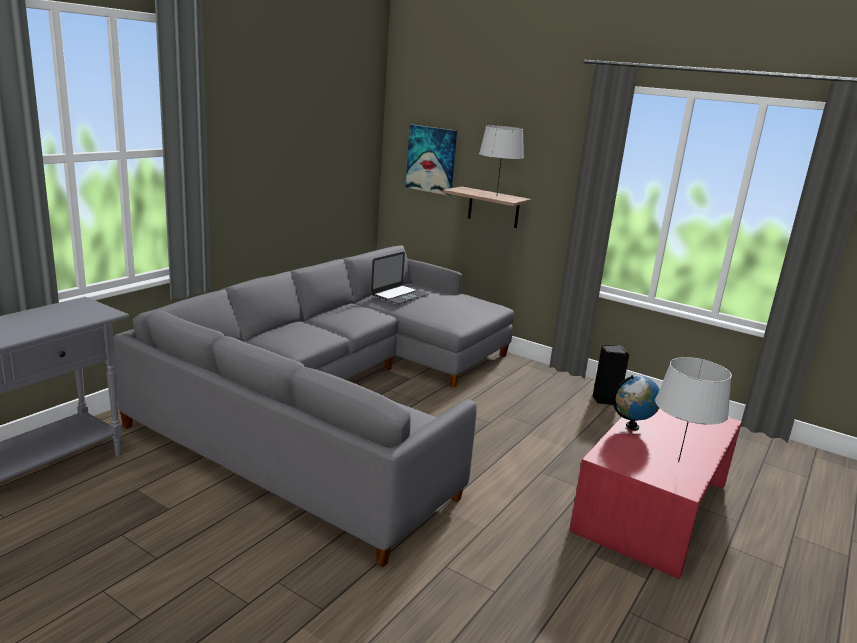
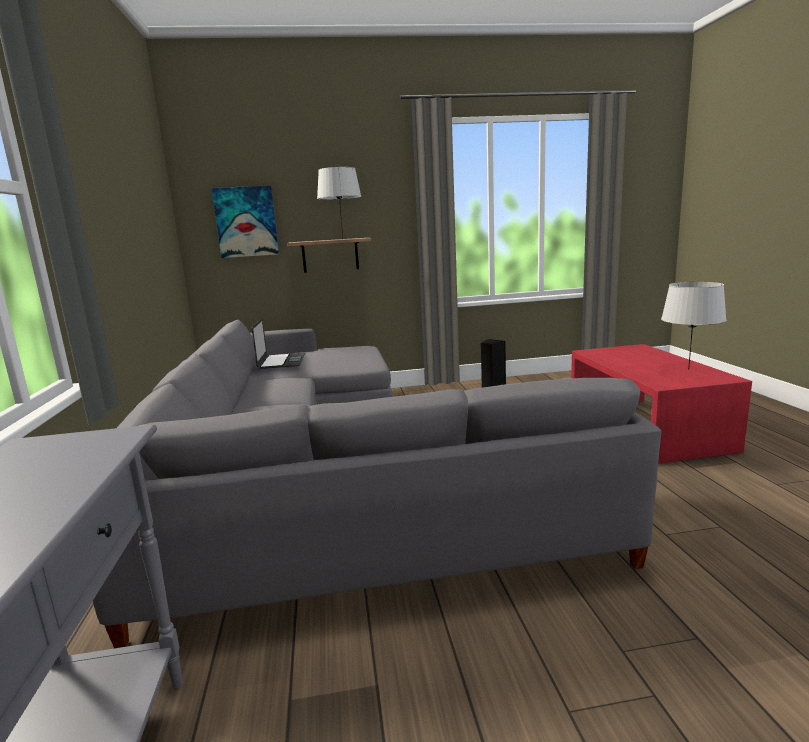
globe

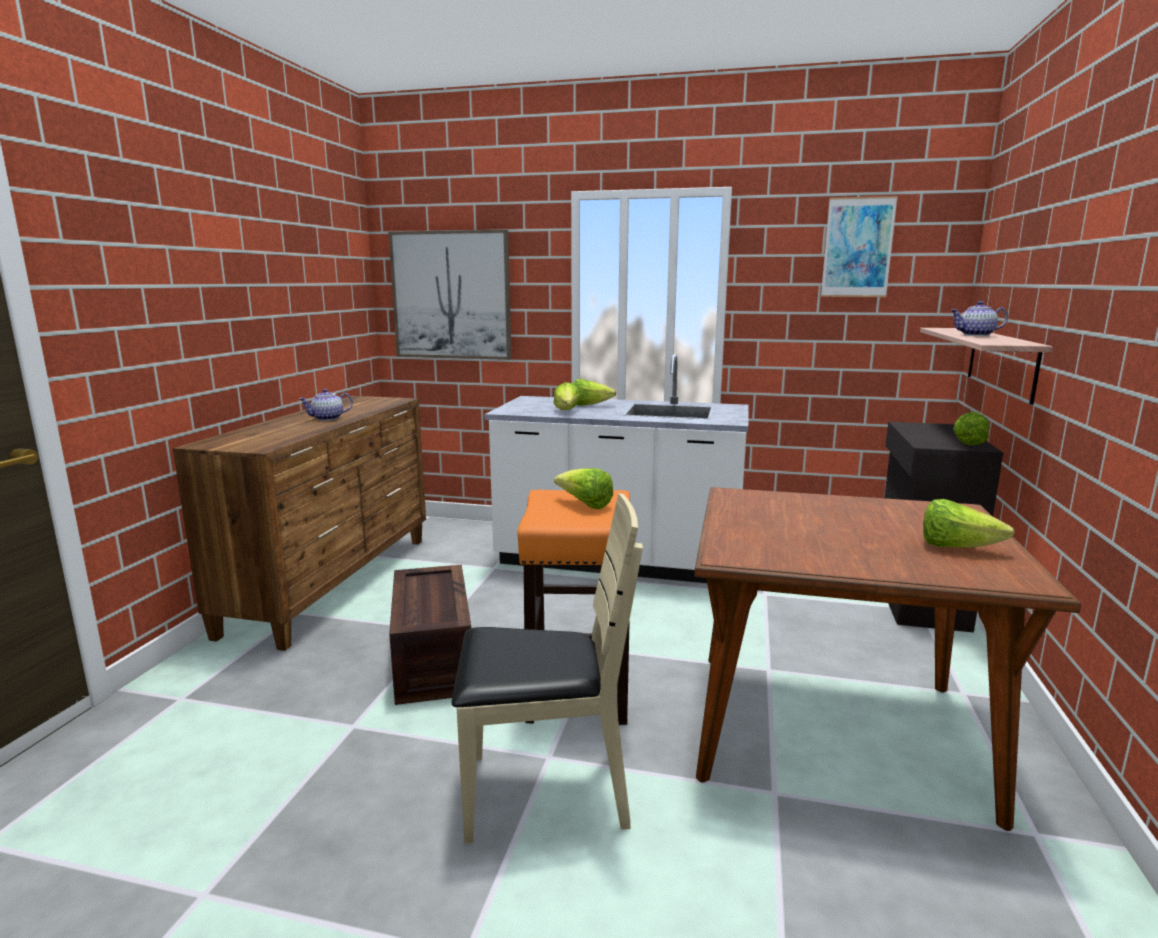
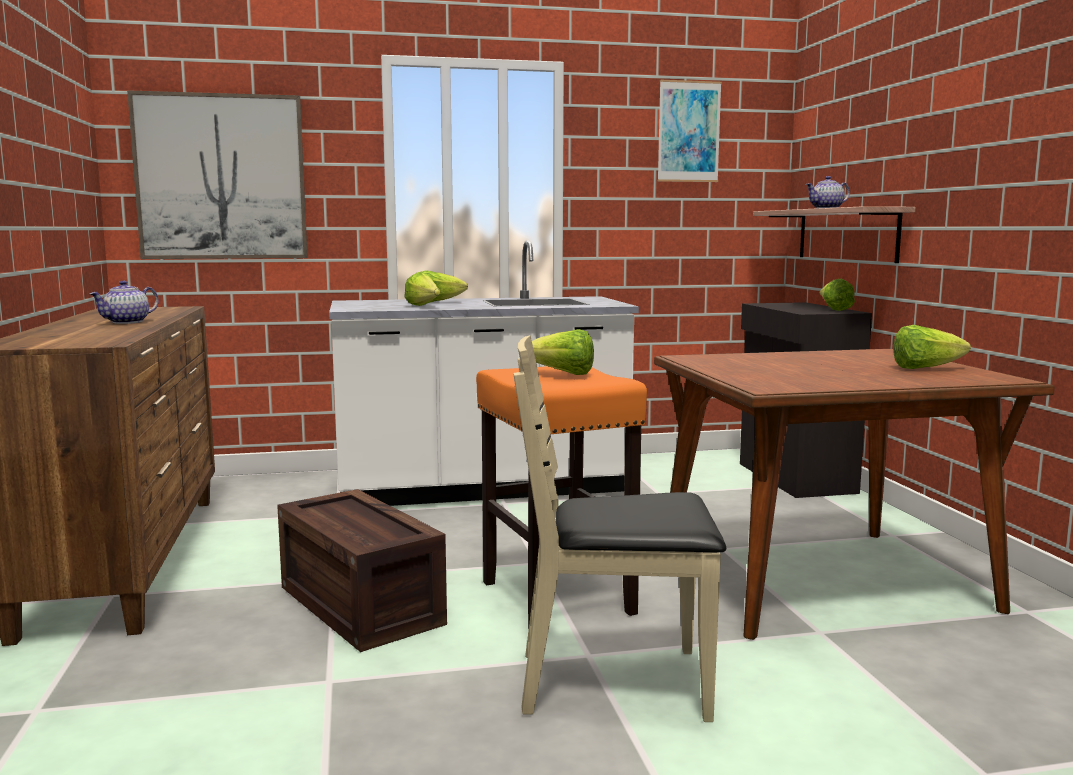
beige chair

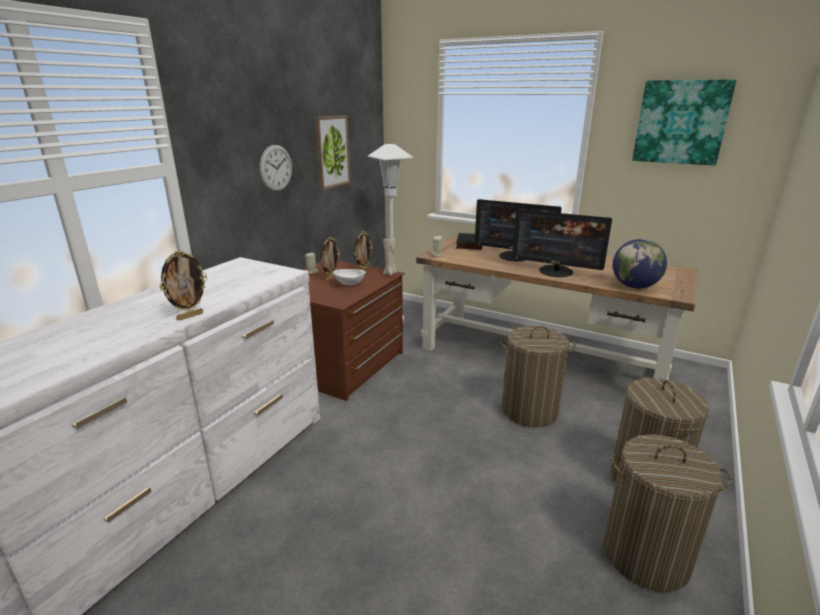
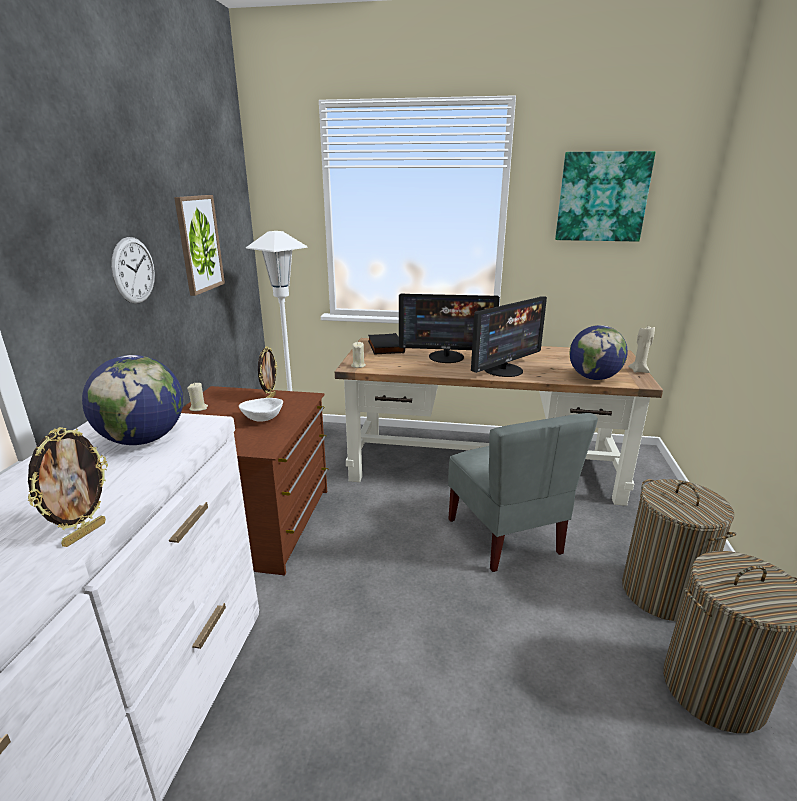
picture frame (no. 2 from left in the first image)
beige candle (no. 3 from left)
grey chair
monitor (no. 2 from left)
globe (no. 1 from left)

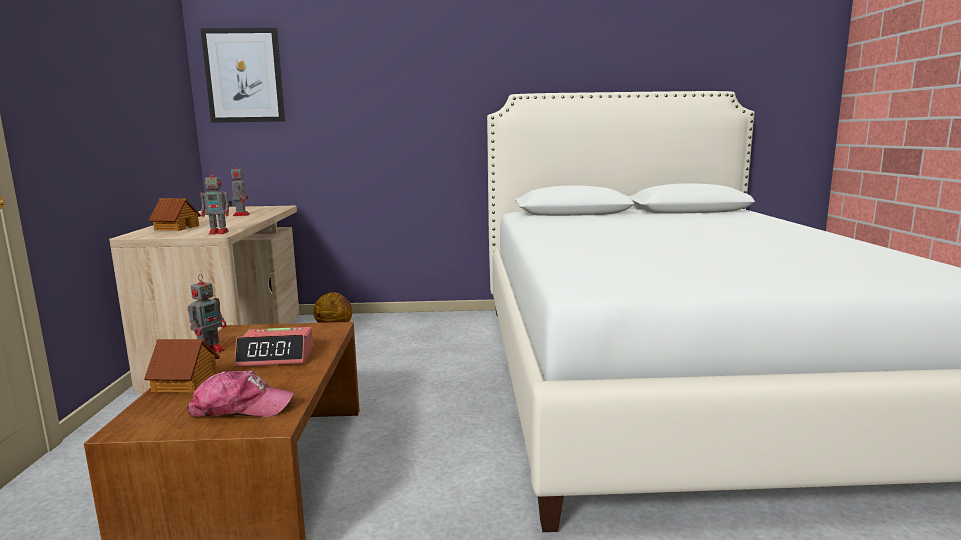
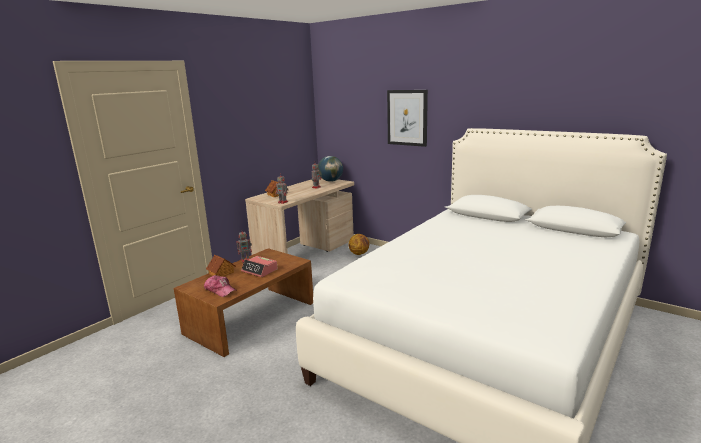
picture
globe

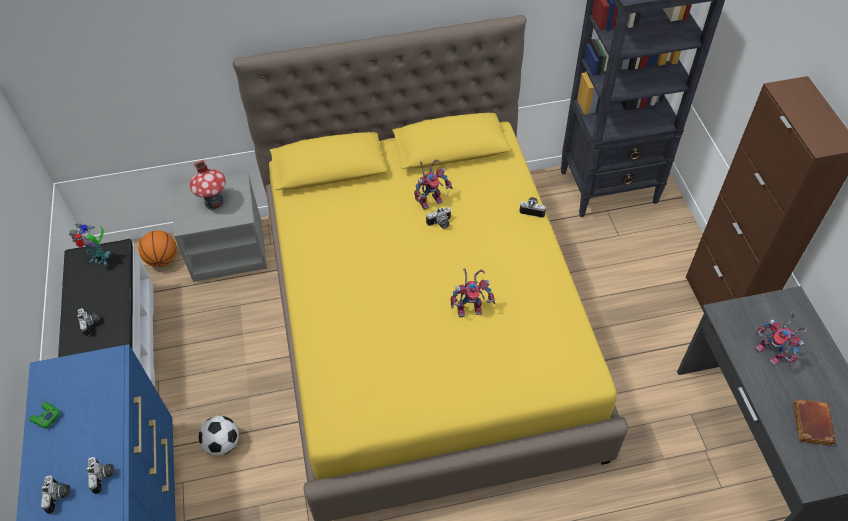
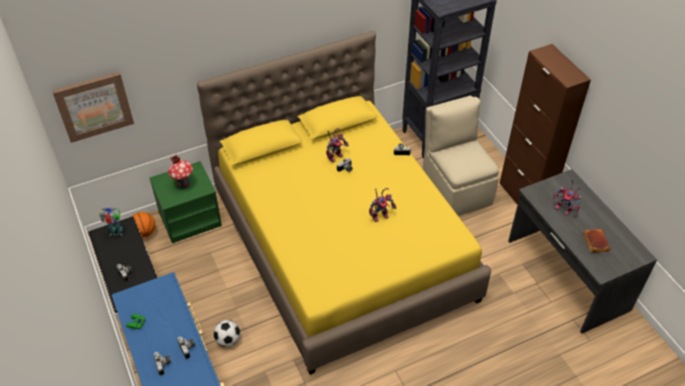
green nightstand
picture
beige chair

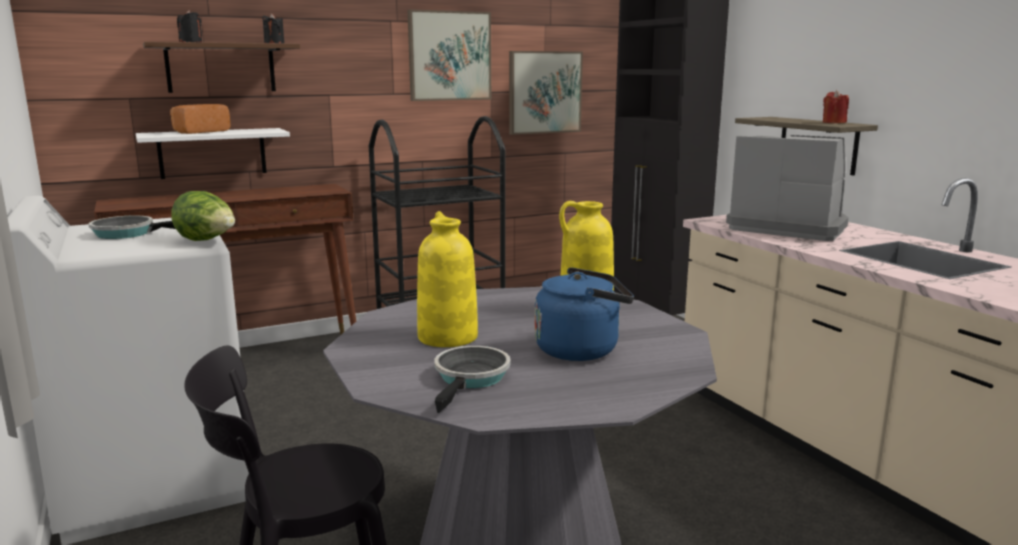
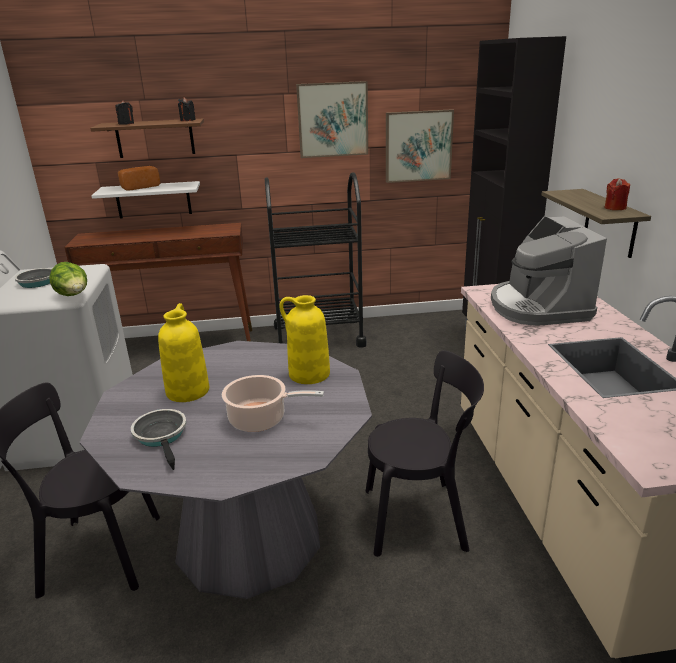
frying pan (no. 2 from left)
cooking pot
coffee machine
black chair (no. 2 from left)

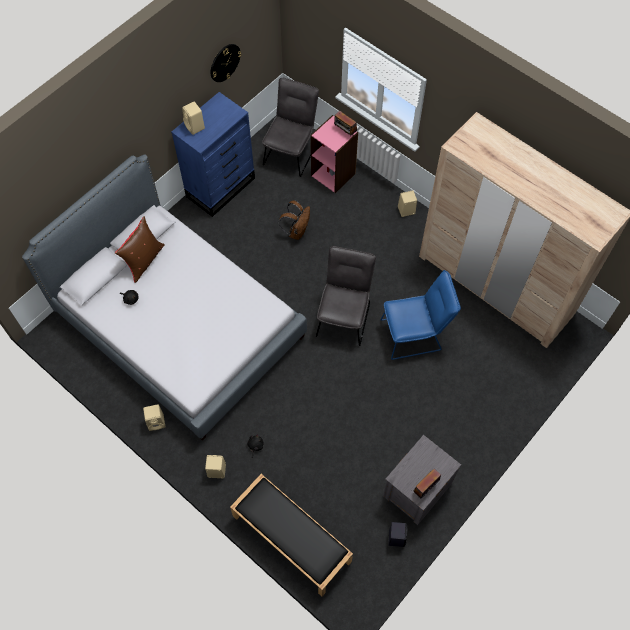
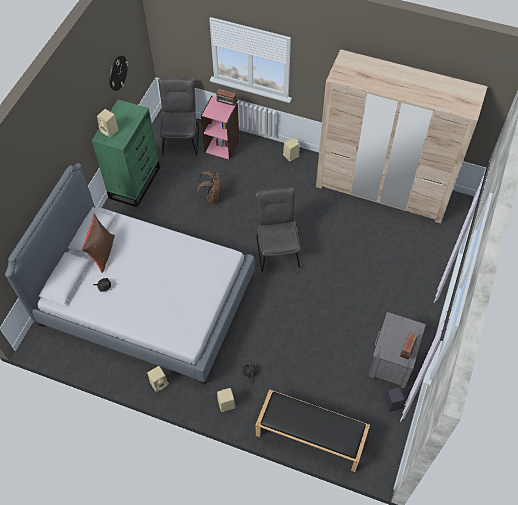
green dresser
blue chair

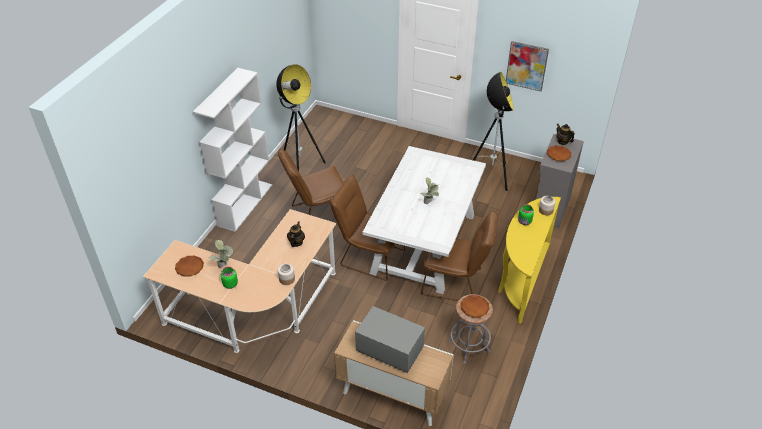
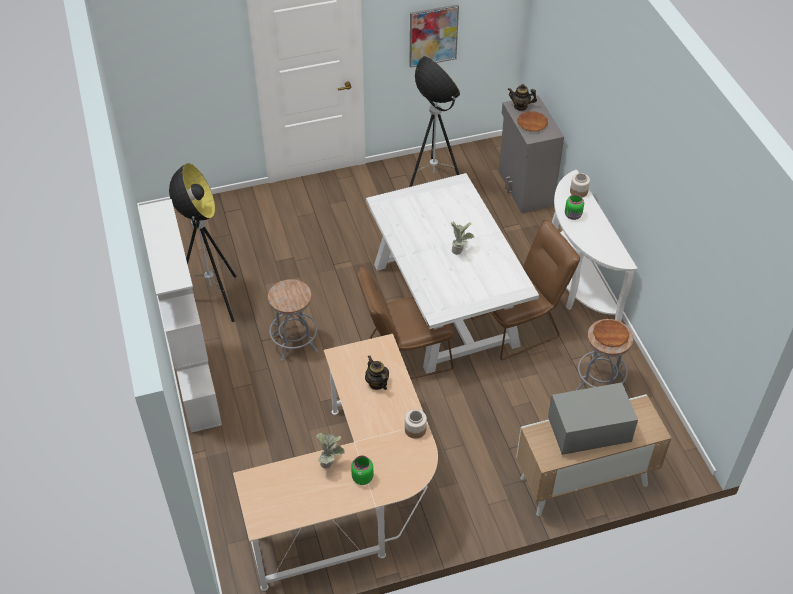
brown plate (no. 1 from left in the first image)
grey stool (no. 1 from left)
white console table

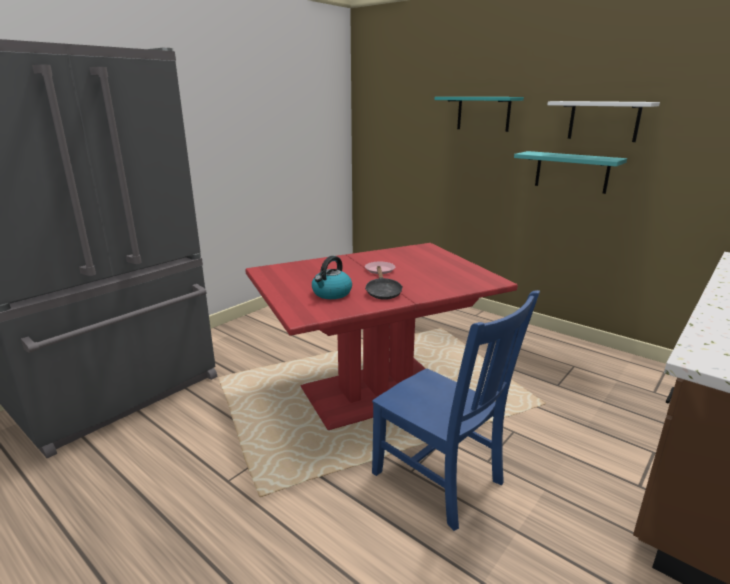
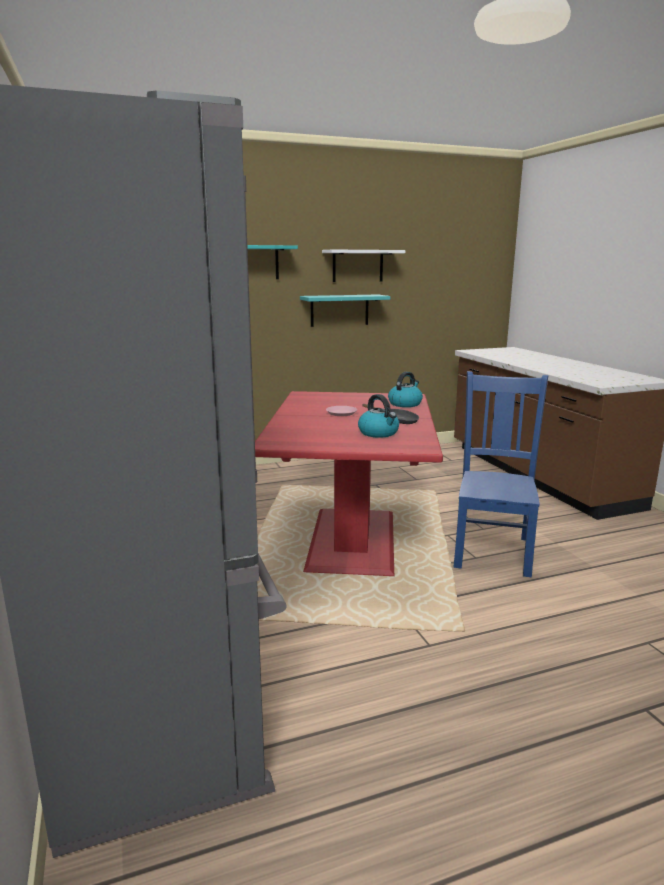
blue chair
kettle (no. 2 from left)

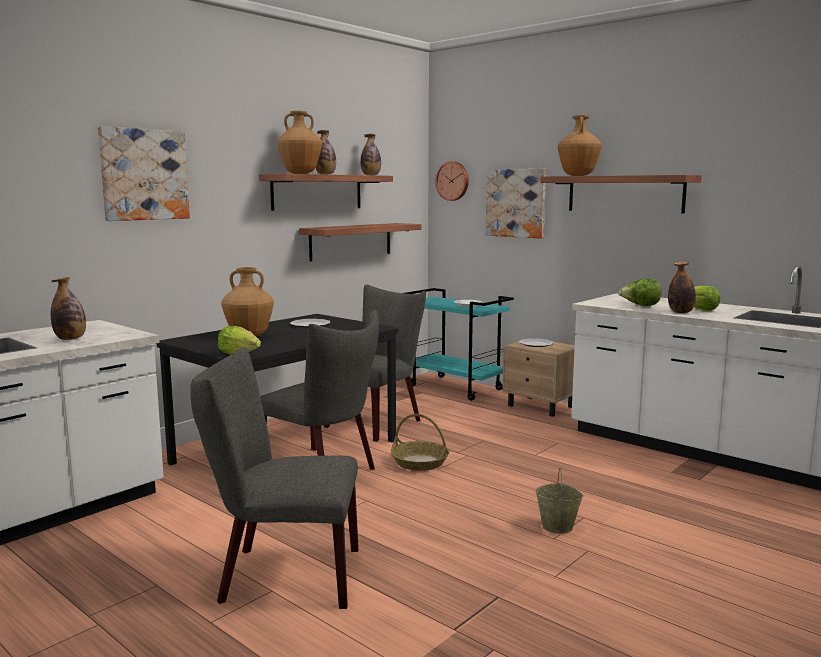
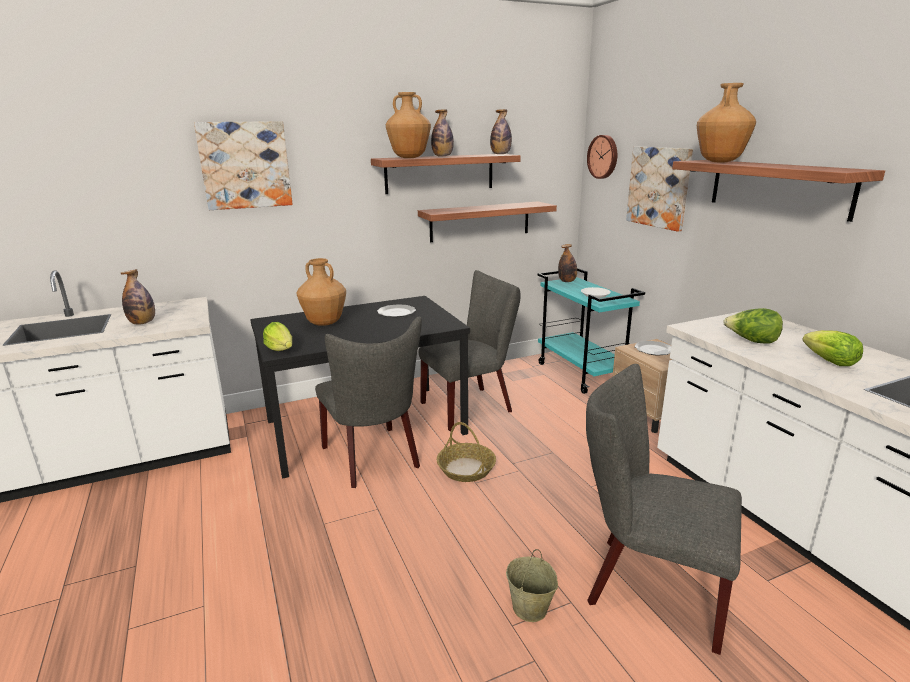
grey chair (no. 3 from left)
bottle (no. 4 from left)

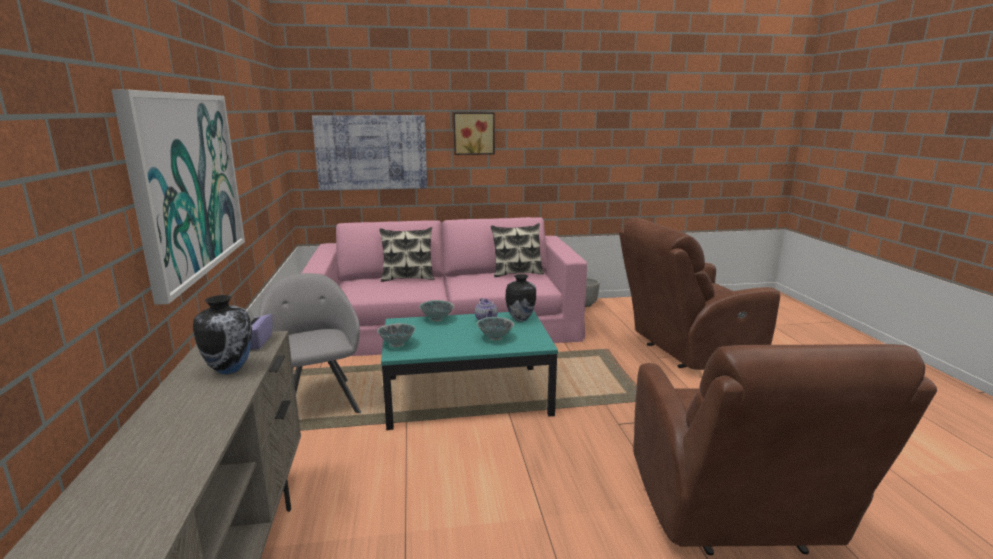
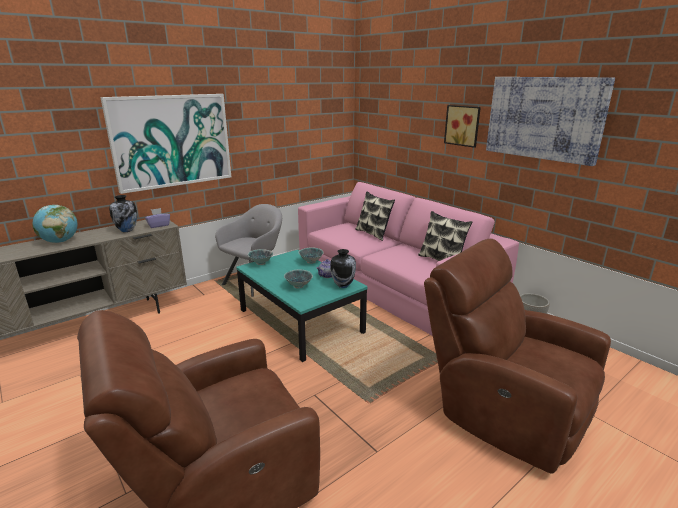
picture (no. 3 from left)
globe

